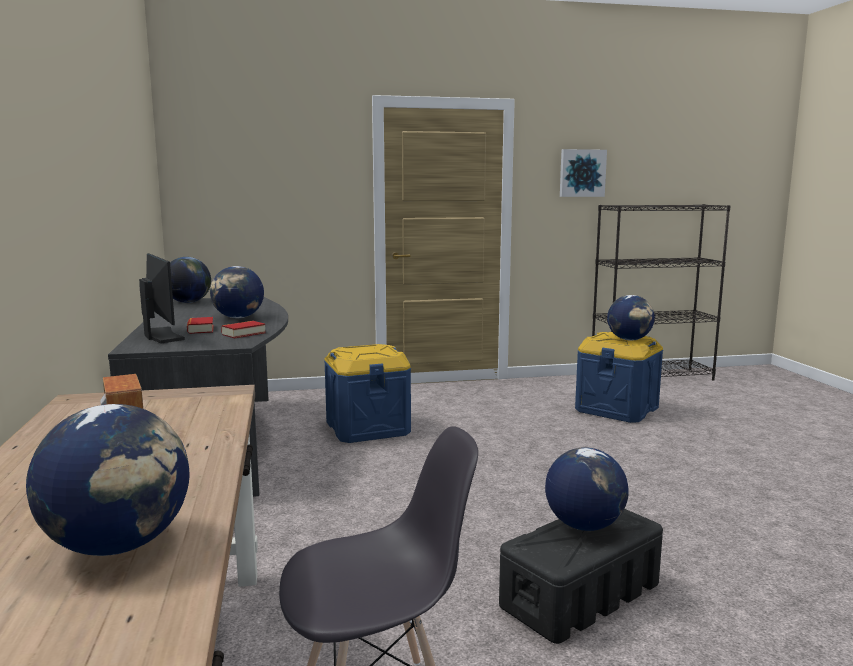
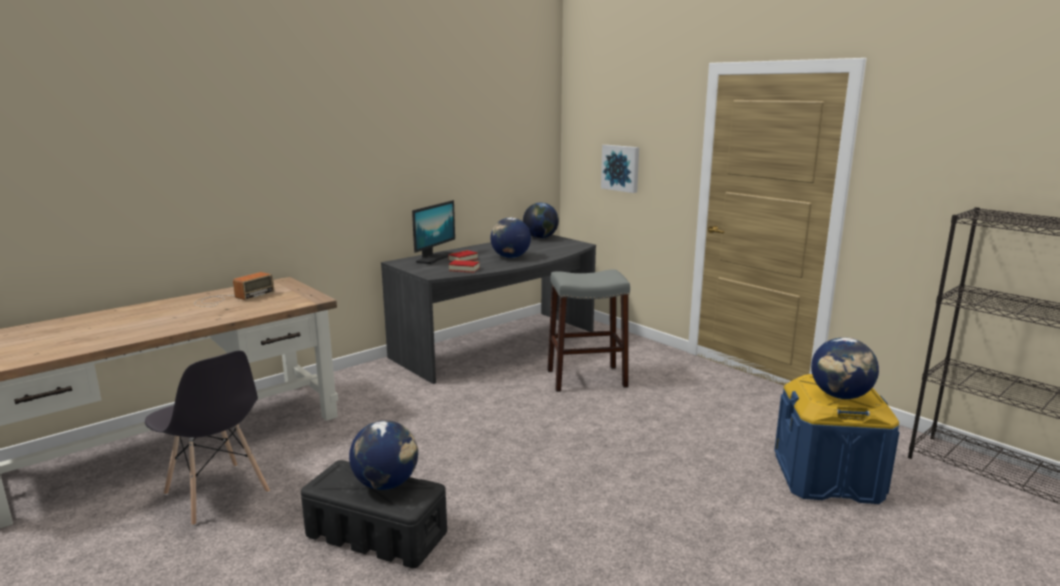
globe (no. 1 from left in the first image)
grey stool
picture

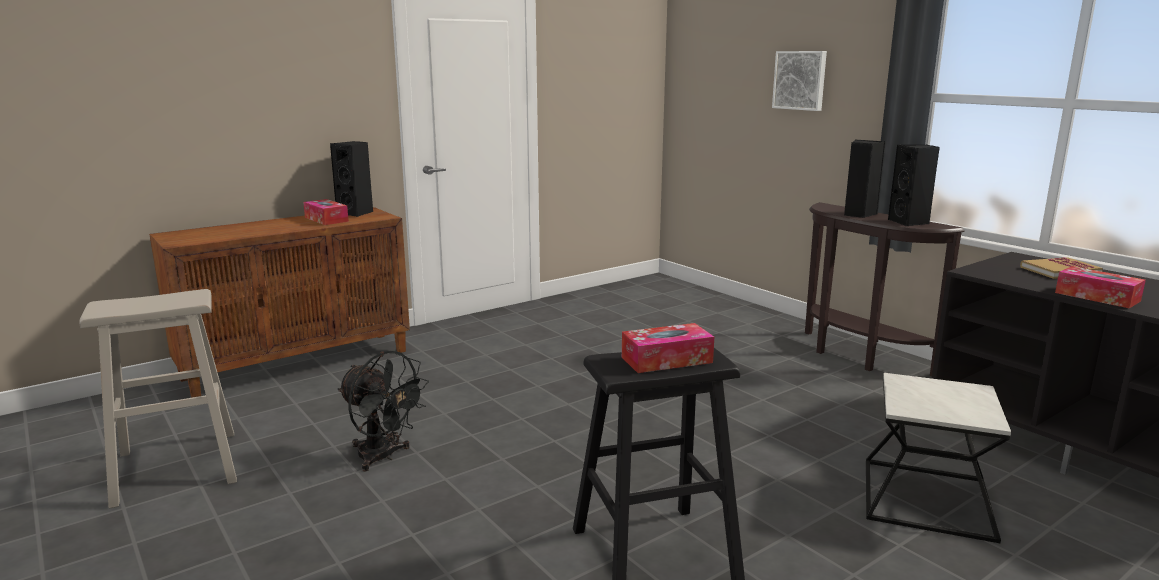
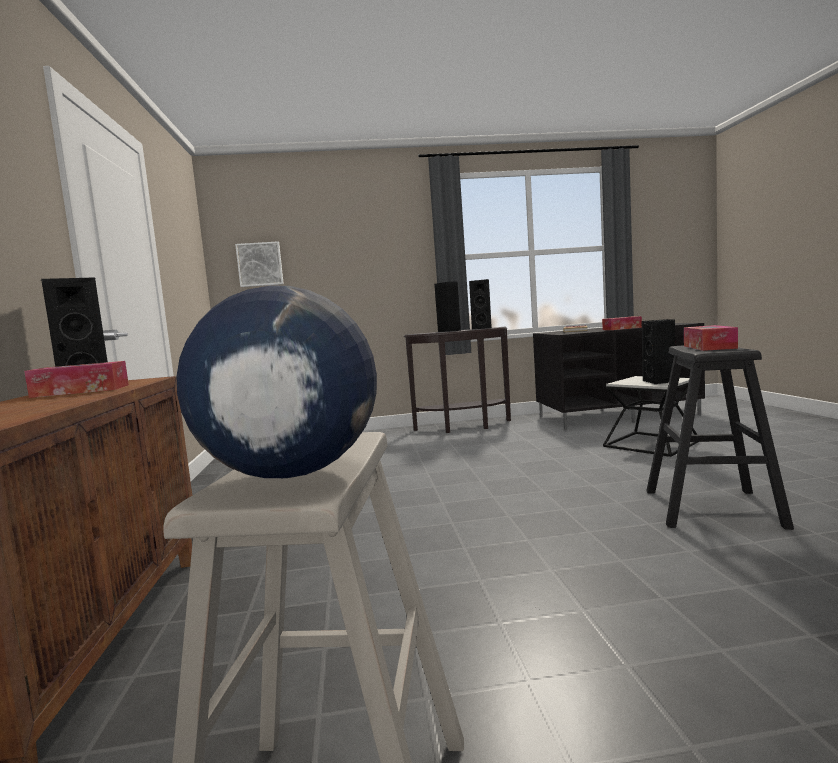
black fan
picture
globe
black speaker (no. 4 from left)

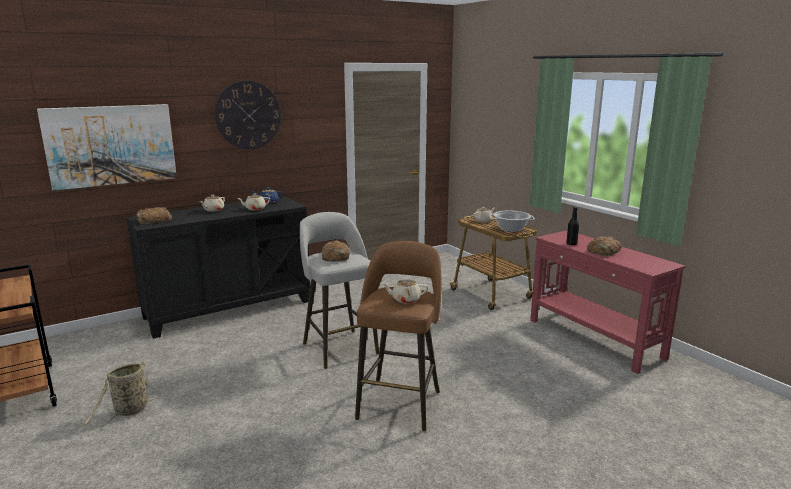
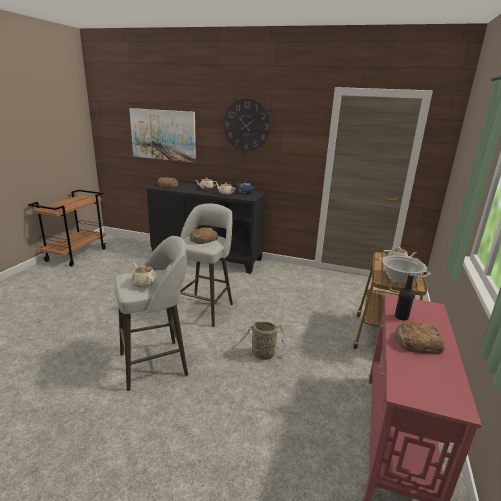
basket
grey stool (no. 1 from left)

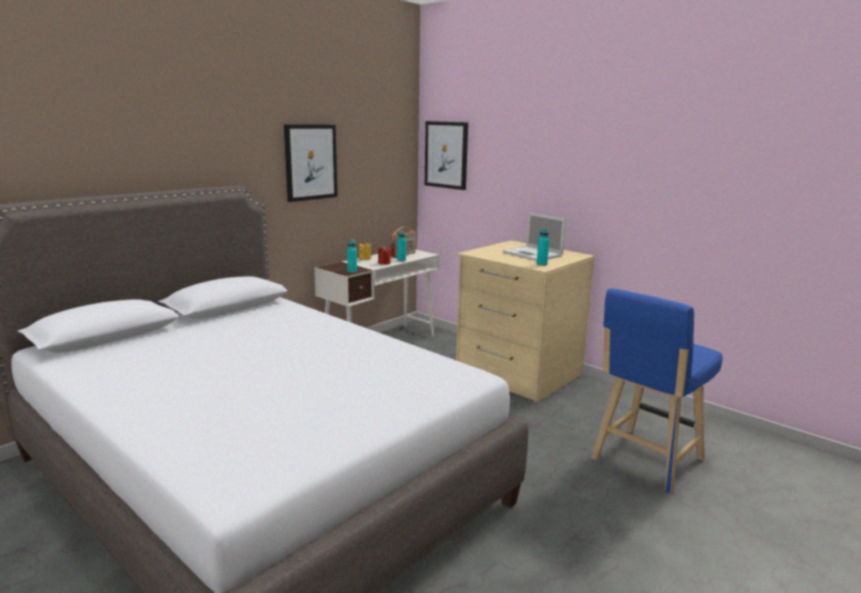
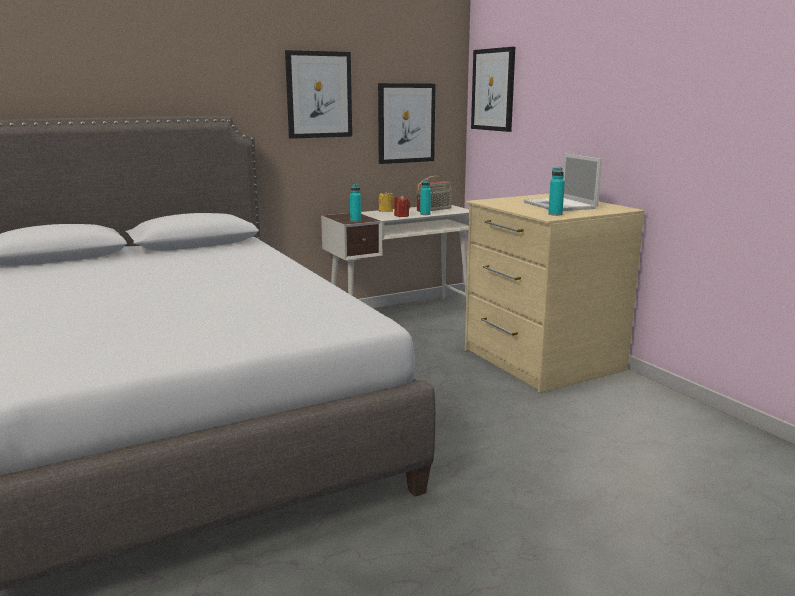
blue stool
picture (no. 2 from left)

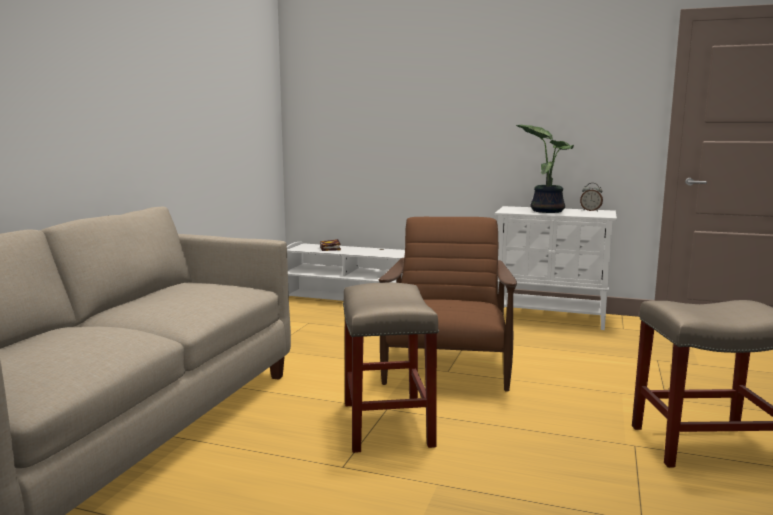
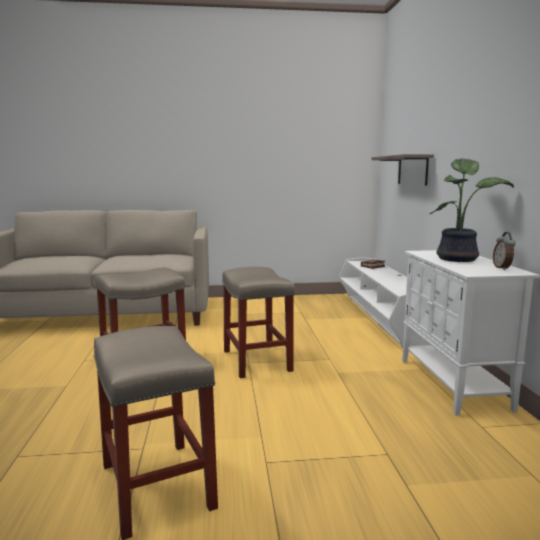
beige stool (no. 3 from left)
shelf

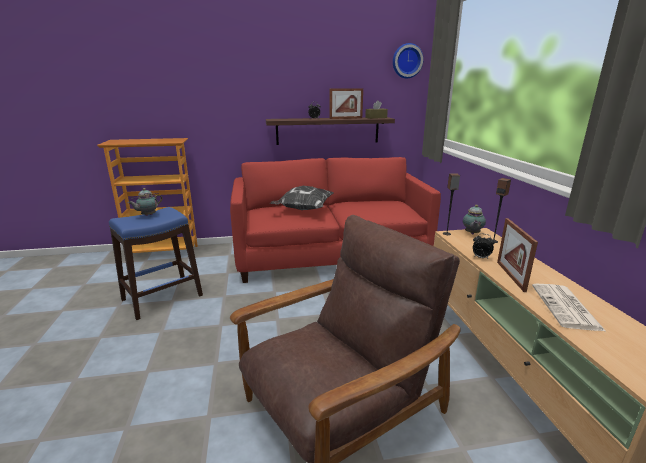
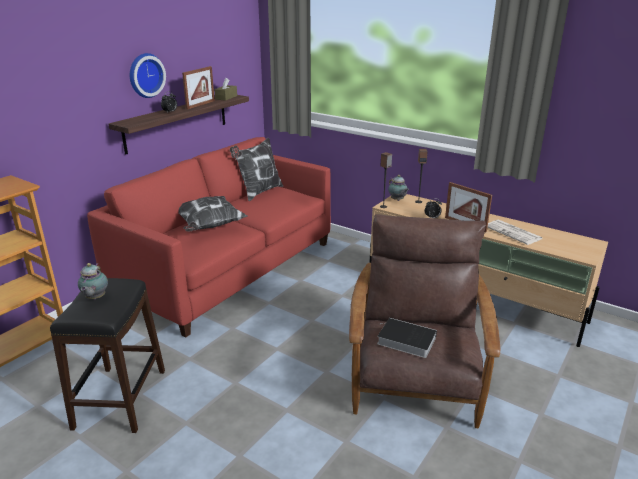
black stool
wall clock
pillow (no. 2 from left)
book

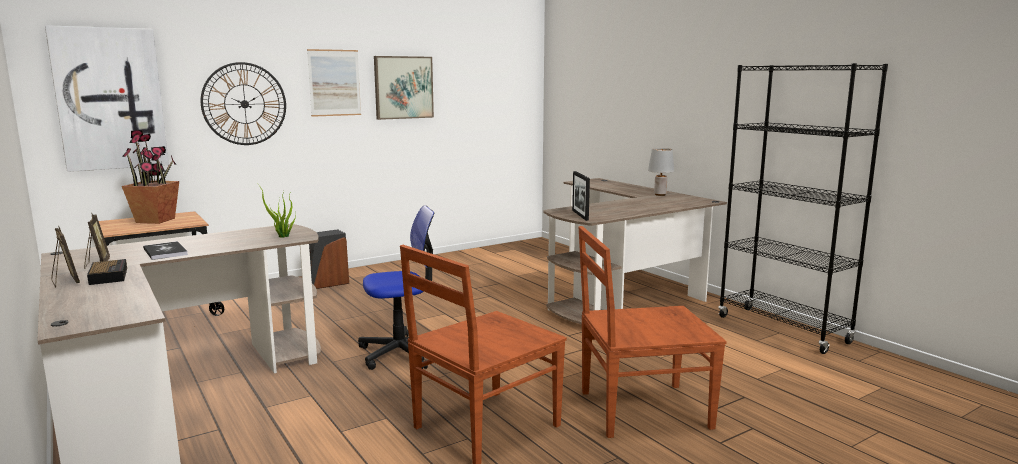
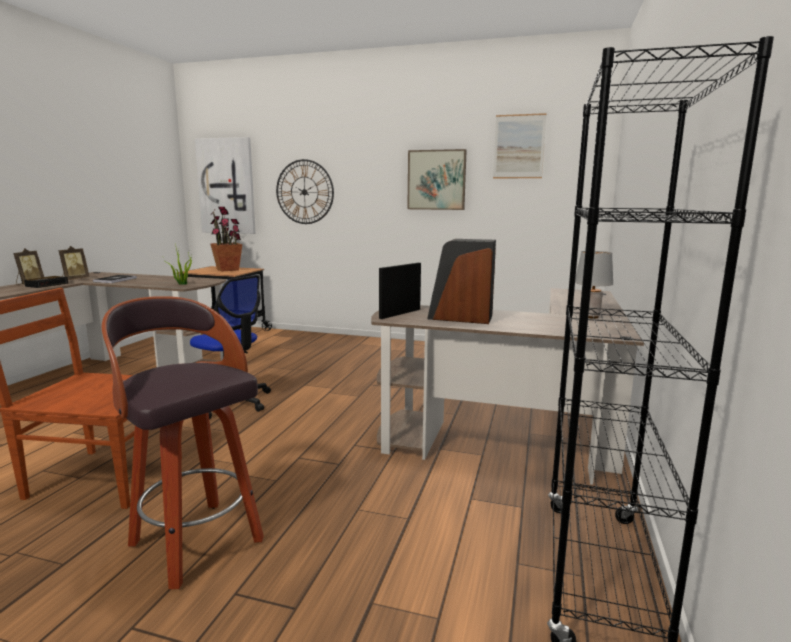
picture (no. 3 from left)
speaker
stool

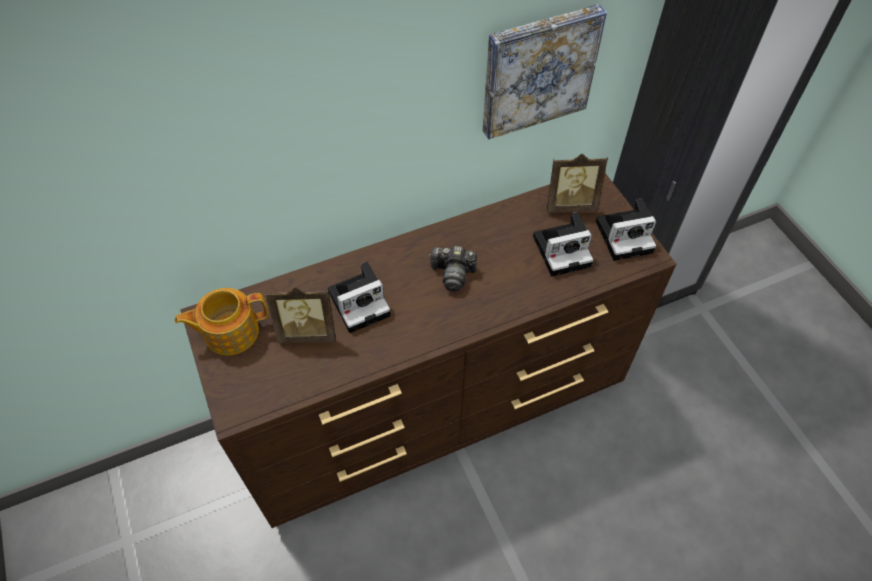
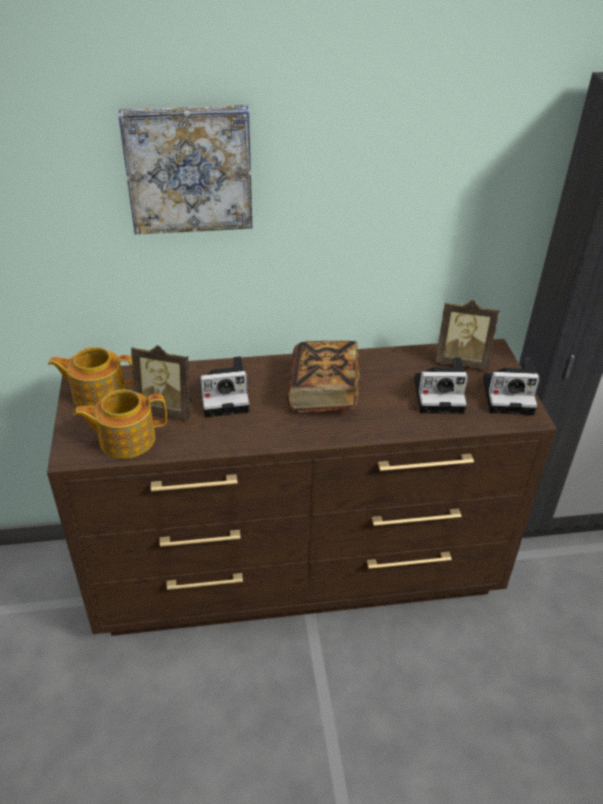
book
picture
teapot (no. 2 from left)

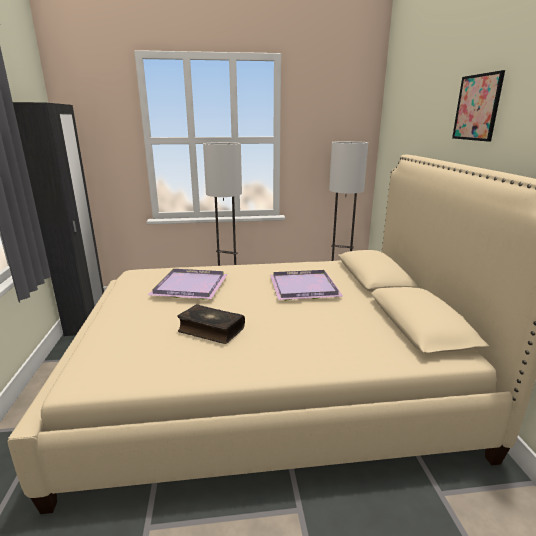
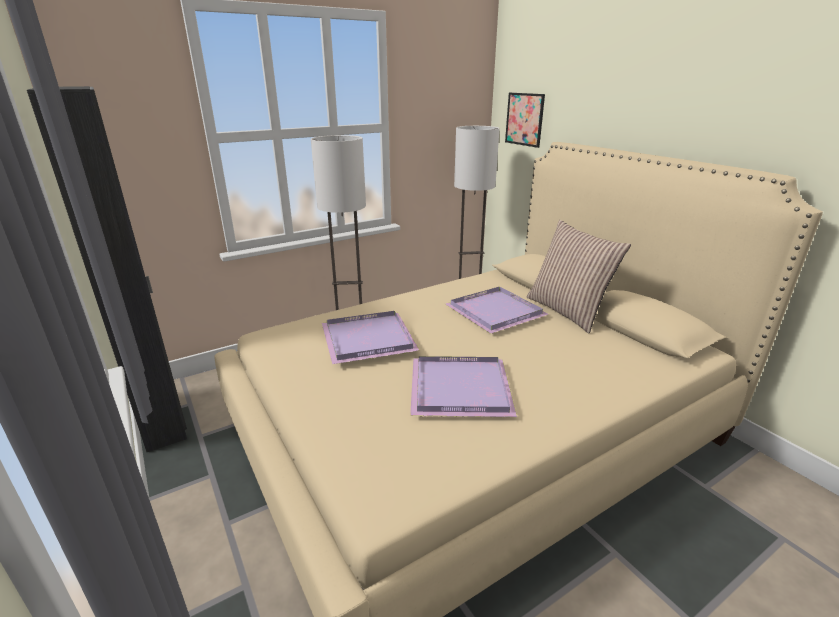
purple tray (no. 2 from left)
picture
pillow

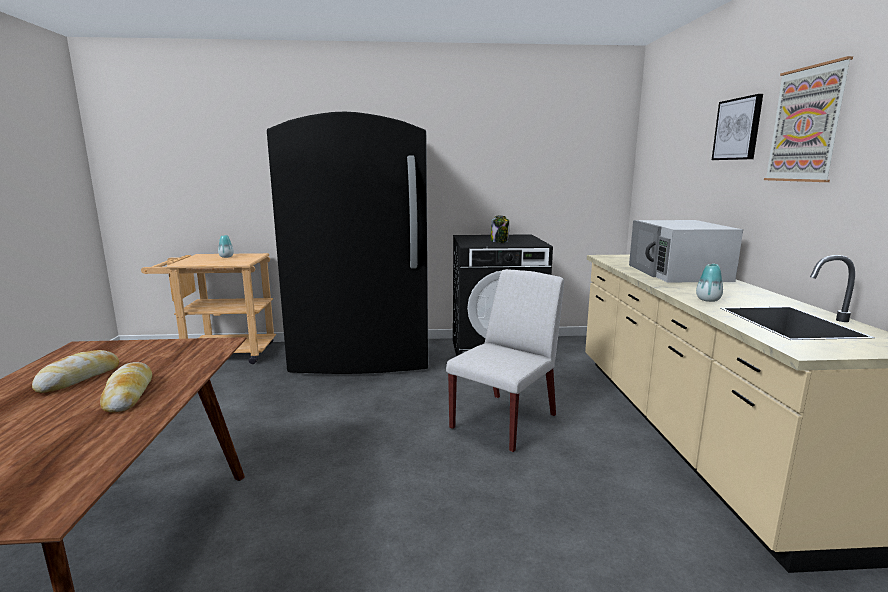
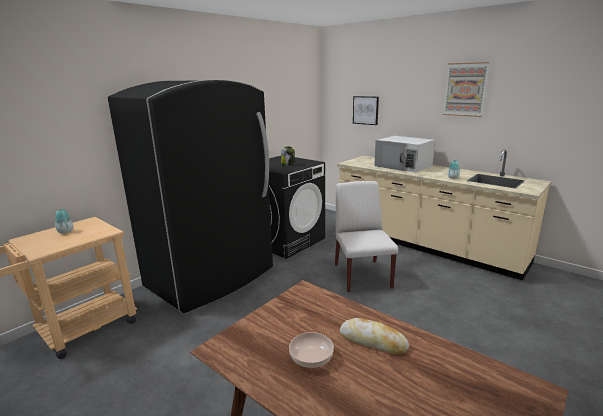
bowl
picture (no. 1 from left)

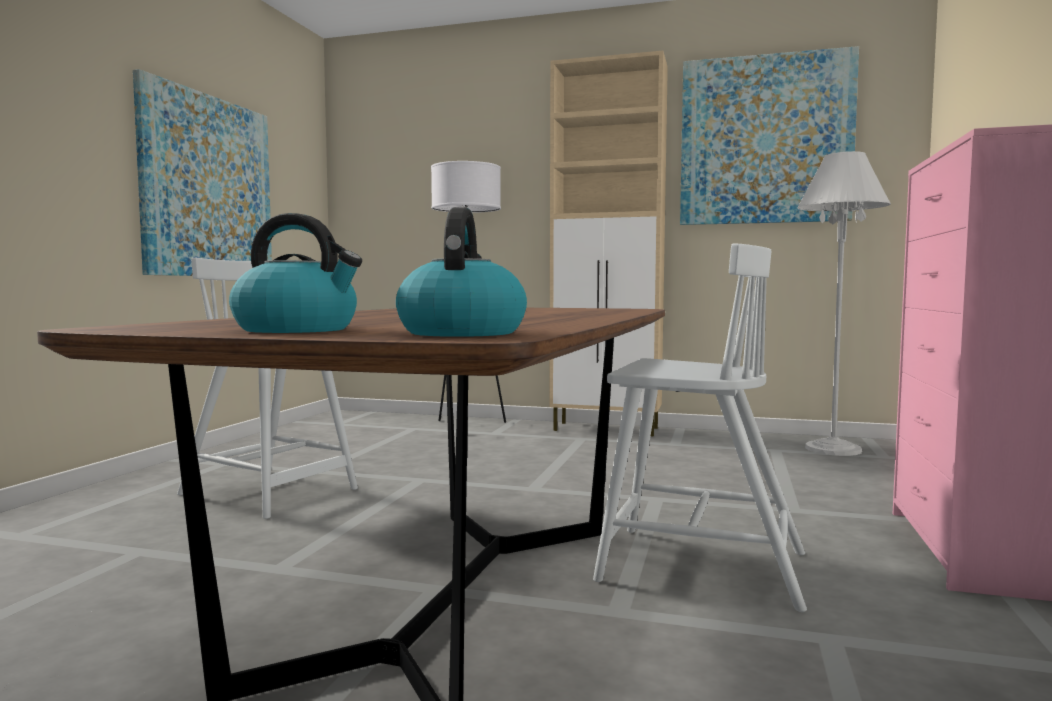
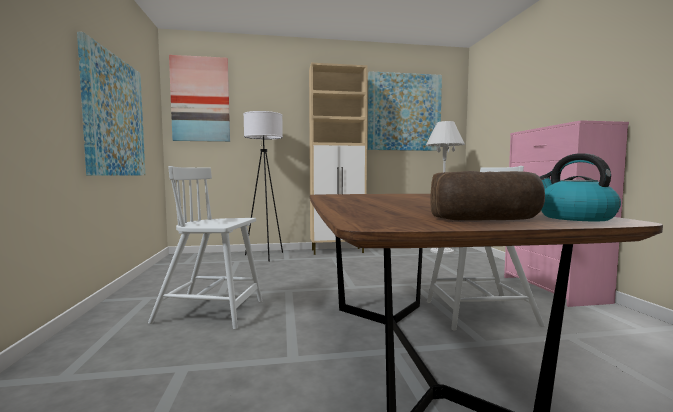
bread
picture (no. 2 from left)

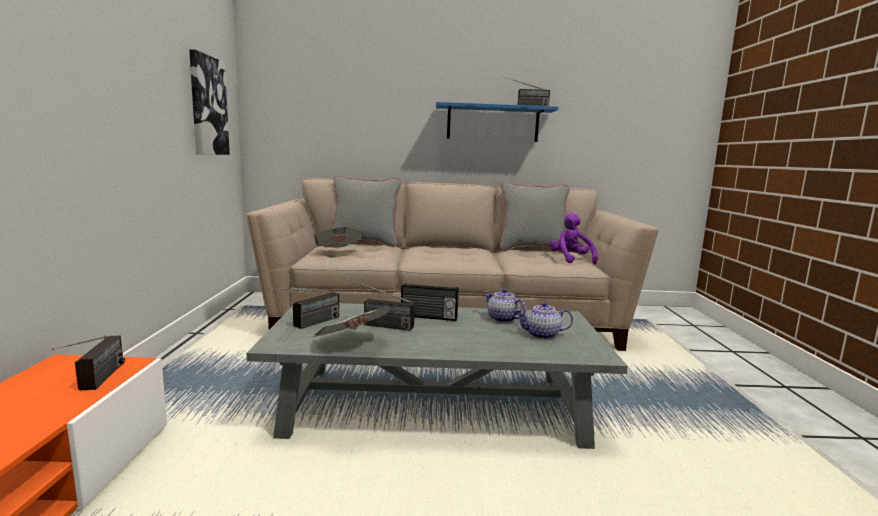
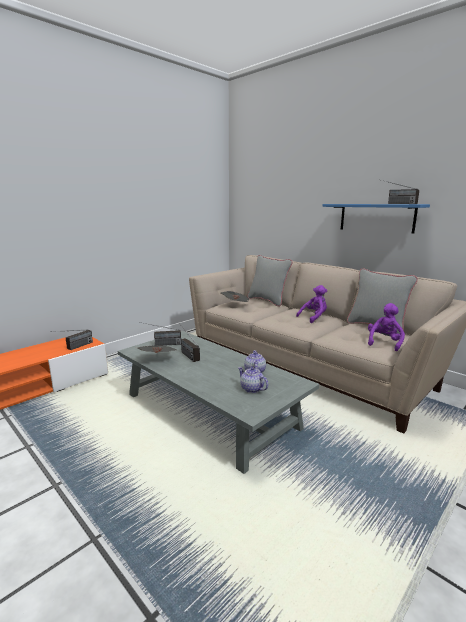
picture
radio (no. 4 from left in the first image)
purple plush toy (no. 1 from left)

